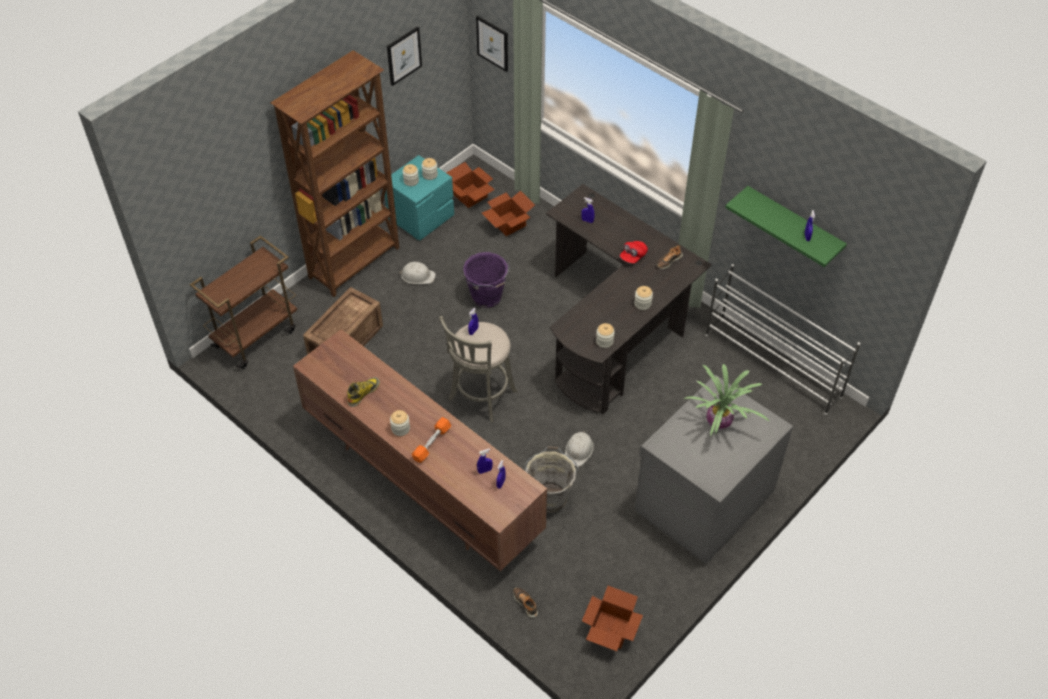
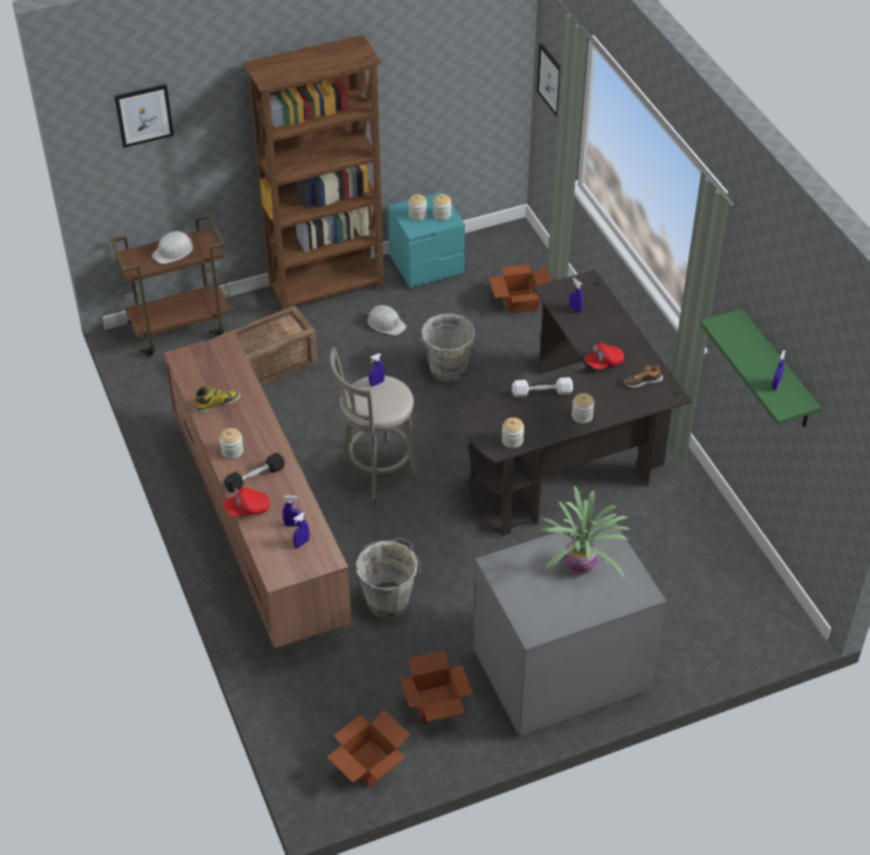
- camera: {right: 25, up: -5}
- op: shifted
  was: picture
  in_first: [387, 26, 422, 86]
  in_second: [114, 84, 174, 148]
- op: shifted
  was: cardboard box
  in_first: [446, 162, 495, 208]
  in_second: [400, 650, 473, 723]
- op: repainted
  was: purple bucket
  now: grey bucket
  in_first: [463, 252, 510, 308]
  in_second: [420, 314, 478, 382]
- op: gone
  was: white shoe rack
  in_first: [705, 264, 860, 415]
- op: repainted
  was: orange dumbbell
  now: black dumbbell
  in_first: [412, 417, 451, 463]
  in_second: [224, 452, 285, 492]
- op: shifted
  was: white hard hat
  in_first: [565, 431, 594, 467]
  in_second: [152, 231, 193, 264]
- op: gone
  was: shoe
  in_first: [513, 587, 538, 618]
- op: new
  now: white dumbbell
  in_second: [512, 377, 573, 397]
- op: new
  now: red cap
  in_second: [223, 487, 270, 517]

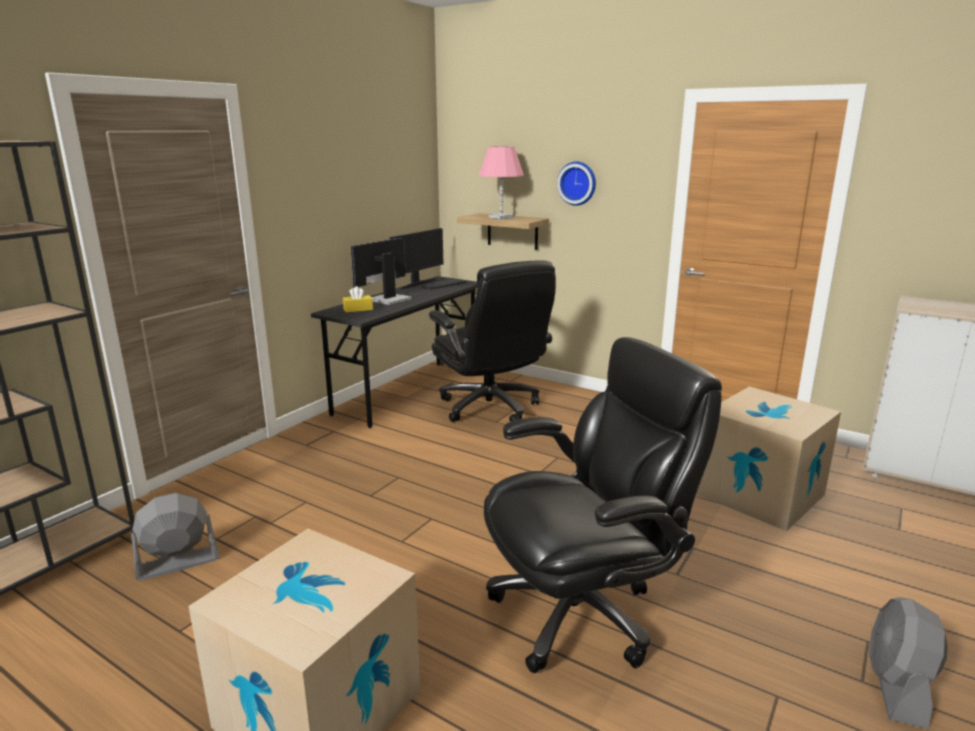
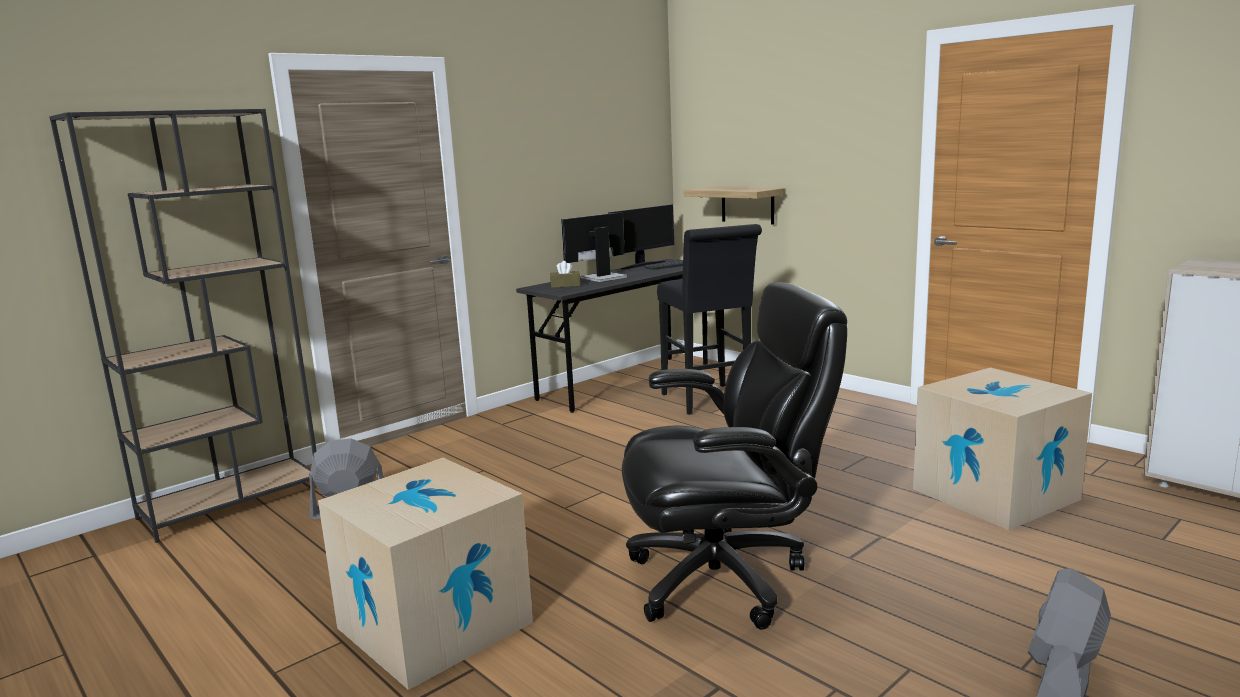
- camera: {right: 15, up: -5}
- op: gone
  was: pink table lamp
  in_first: [479, 146, 523, 219]
- op: gone
  was: wall clock
  in_first: [557, 162, 596, 206]
- op: swapped
  was: black office chair
  now: black stool
  in_first: [429, 261, 556, 422]
  in_second: [657, 224, 762, 415]
- op: repainted
  was: yellow tissue box
  now: brown tissue box
  in_first: [343, 286, 373, 312]
  in_second: [550, 261, 580, 288]

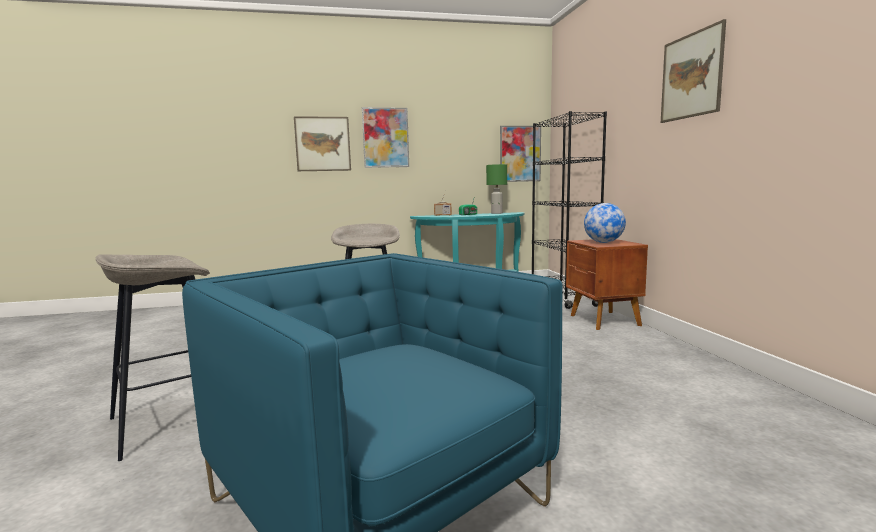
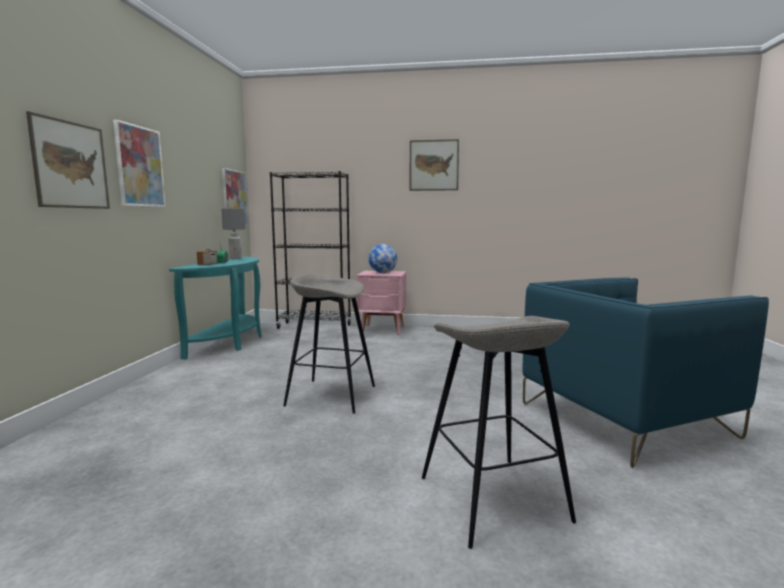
- camera: {right: -70, up: 0}
- op: repainted
  was: green table lamp
  now: grey table lamp
  in_first: [486, 164, 507, 214]
  in_second: [221, 209, 245, 259]
- op: repainted
  was: brown nightstand
  now: pink nightstand
  in_first: [566, 239, 648, 330]
  in_second: [356, 271, 406, 335]

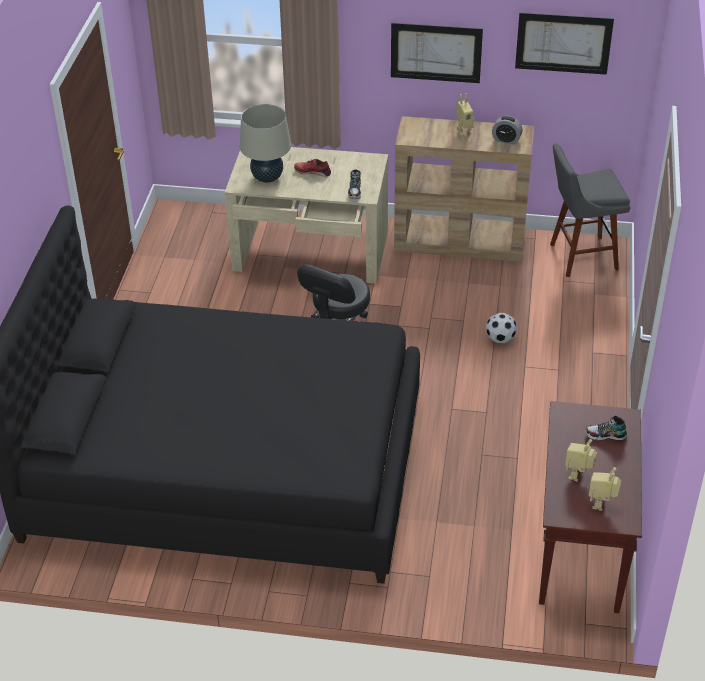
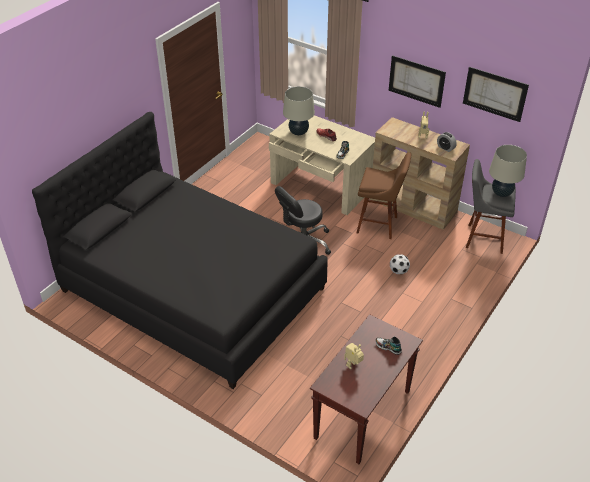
- camera: {right: 25, up: 0}
- op: gone
  was: toy robot
  in_first: [589, 467, 621, 511]
- op: new
  now: beige table lamp
  in_second: [489, 145, 527, 197]
- op: new
  now: brown stool
  in_second: [356, 152, 411, 239]

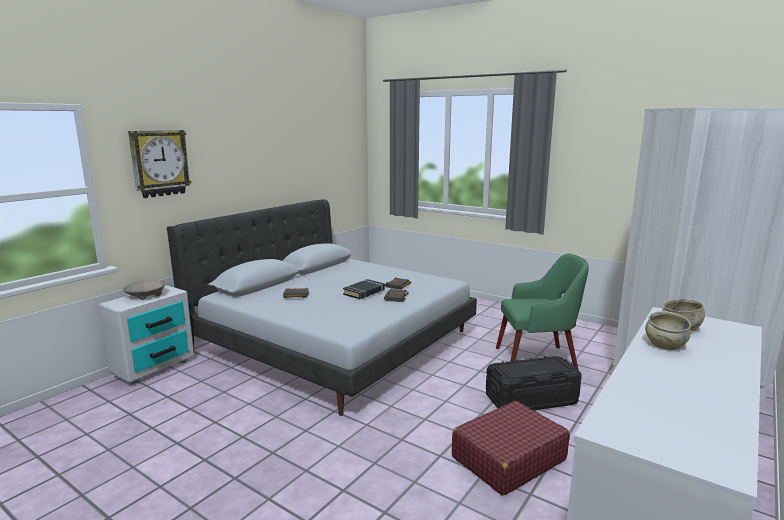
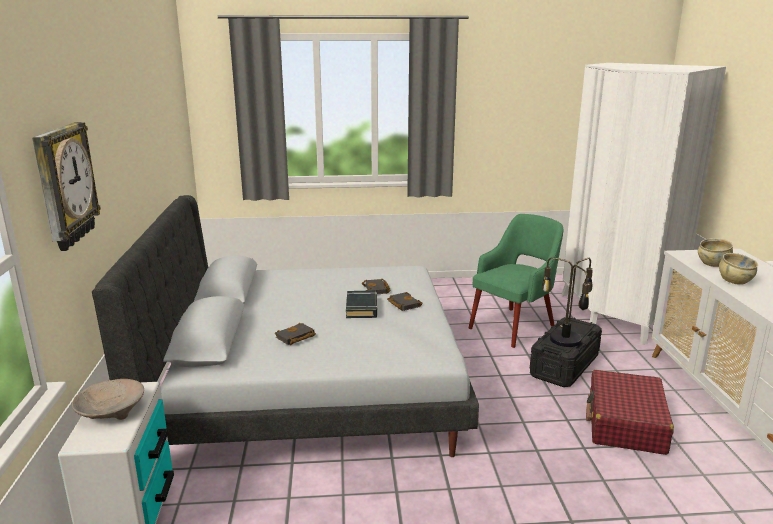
- camera: {right: -40, up: 5}
- op: new
  now: table lamp
  in_second: [542, 257, 593, 347]

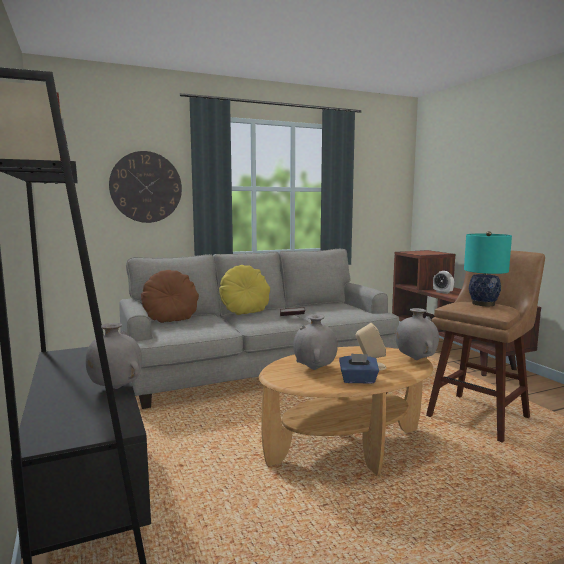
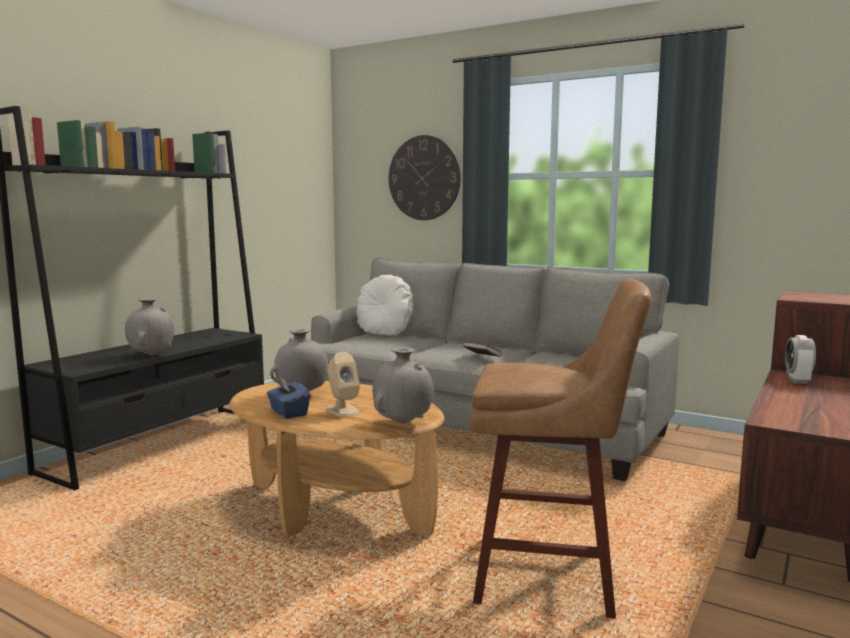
- camera: {right: 55, up: 0}
- op: gone
  was: turquoise table lamp
  in_first: [464, 231, 512, 306]
- op: gone
  was: yellow pillow
  in_first: [219, 265, 270, 315]
- op: repainted
  was: brown pillow
  now: white pillow
  in_first: [141, 270, 199, 323]
  in_second: [357, 275, 414, 336]

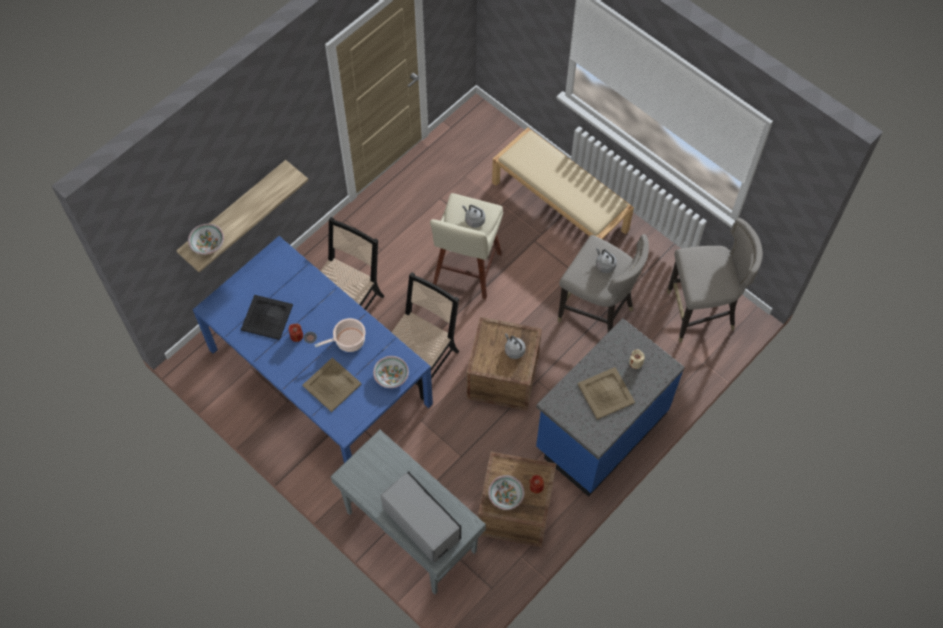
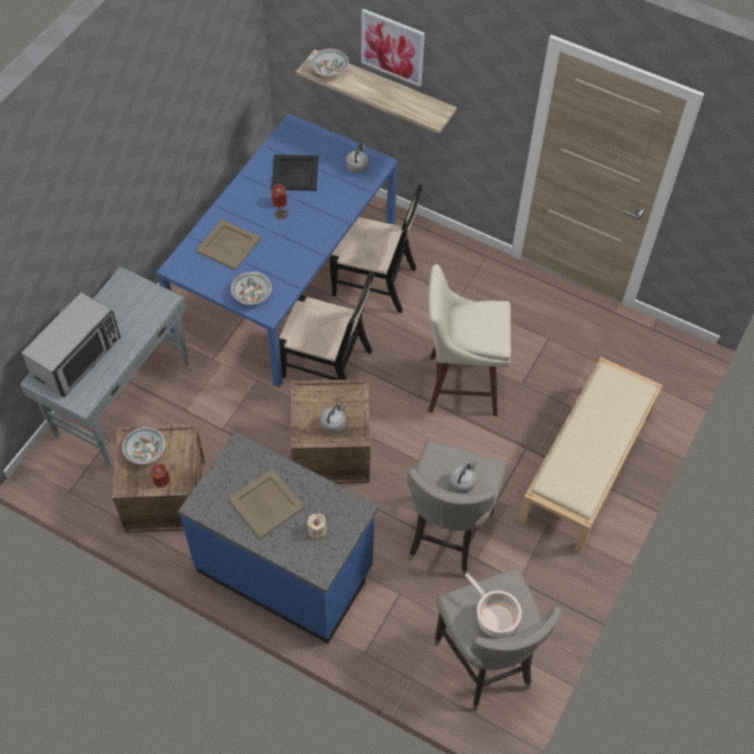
- camera: {right: 75, up: -5}
- op: shifted
  was: grey kettle
  in_first: [462, 205, 485, 228]
  in_second: [346, 144, 369, 173]
- op: shifted
  was: cooking pot
  in_first: [315, 318, 366, 352]
  in_second: [465, 573, 522, 638]
- op: new
  now: picture
  in_second: [361, 9, 425, 87]

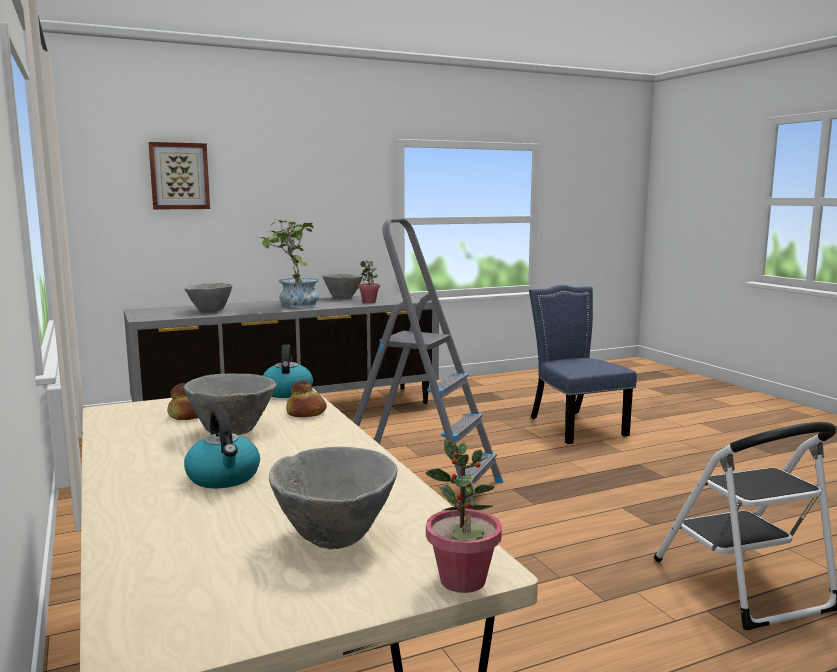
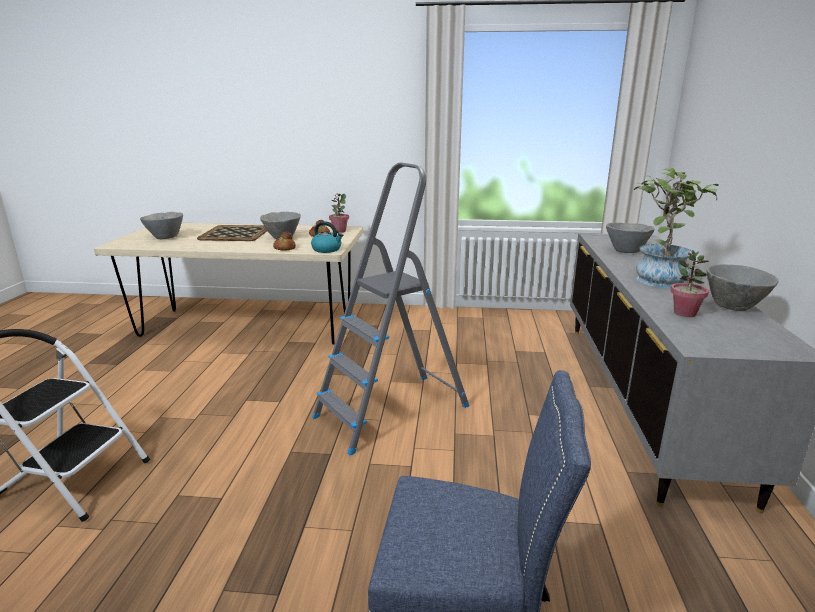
- camera: {right: 120, up: 10}
- op: gone
  was: picture
  in_first: [149, 142, 210, 209]
- op: swapped
  was: kettle
  now: tray
  in_first: [184, 409, 260, 489]
  in_second: [197, 225, 267, 241]
- op: shifted
  was: potted plant
  in_first: [425, 440, 502, 593]
  in_second: [329, 193, 349, 233]

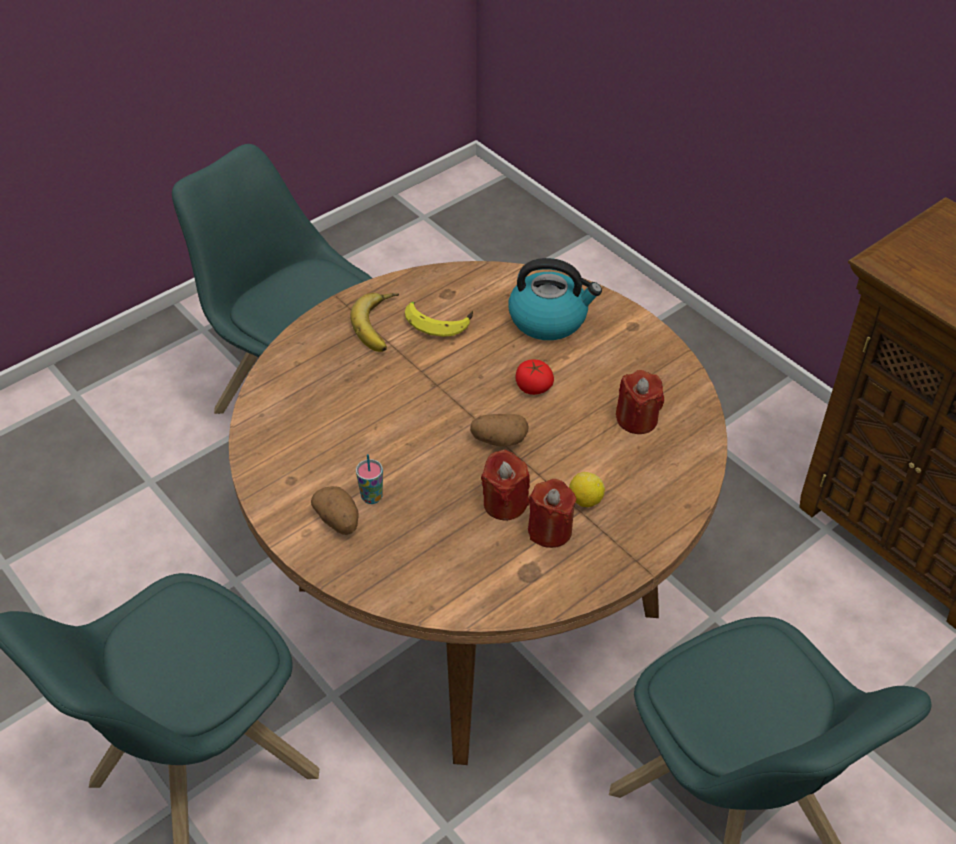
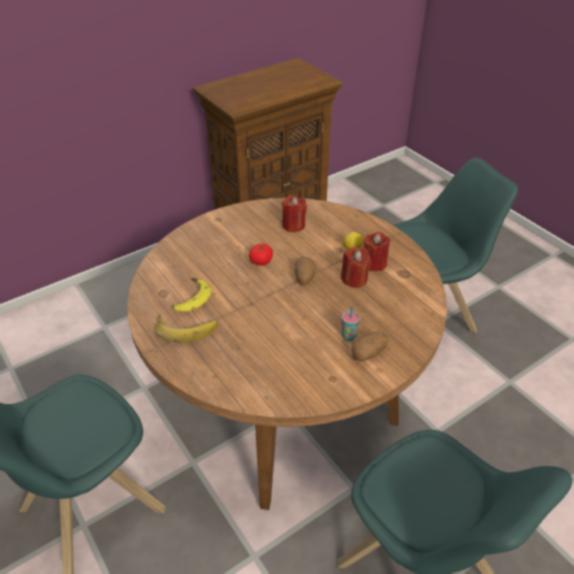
- camera: {right: -85, up: -5}
- op: gone
  was: kettle
  in_first: [509, 258, 602, 340]

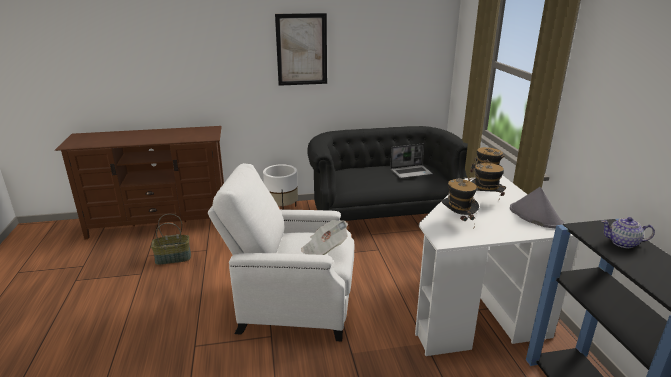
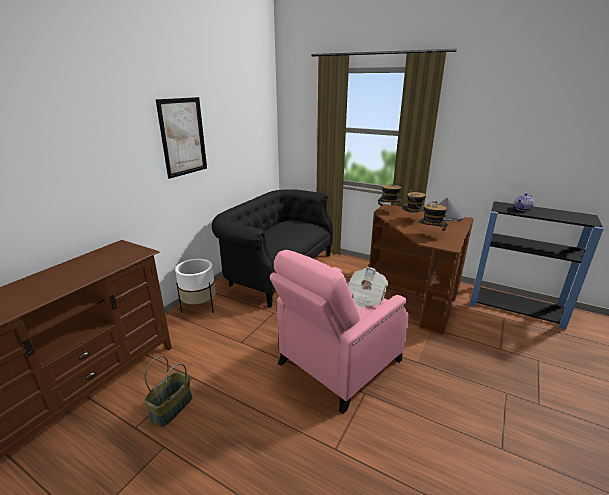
- camera: {right: -50, up: 0}
- op: gone
  was: laptop
  in_first: [390, 144, 433, 178]
- op: repainted
  was: white armchair
  now: pink armchair
  in_first: [208, 163, 354, 342]
  in_second: [270, 250, 409, 414]
- op: repainted
  was: white desk
  now: brown desk
  in_first: [415, 175, 579, 356]
  in_second: [369, 204, 474, 334]

